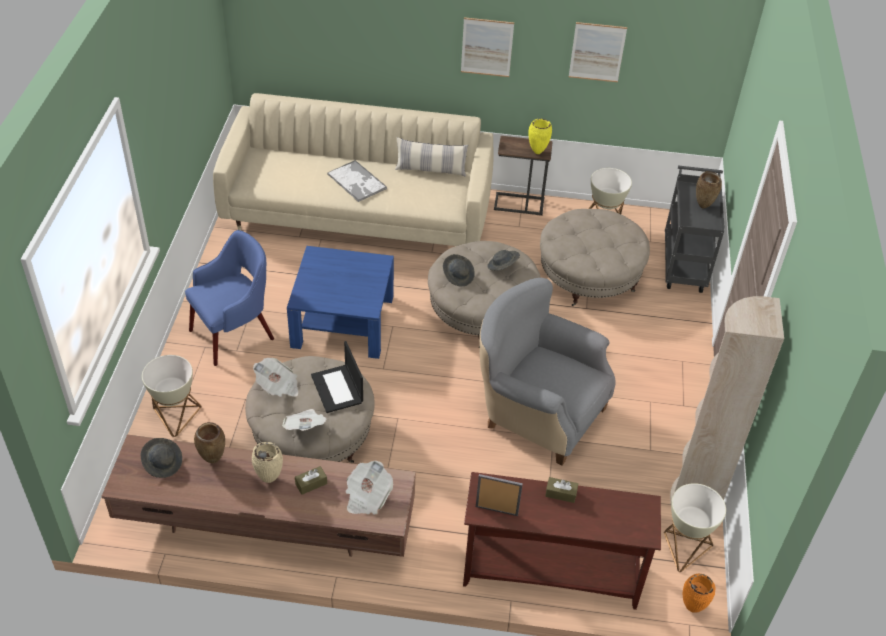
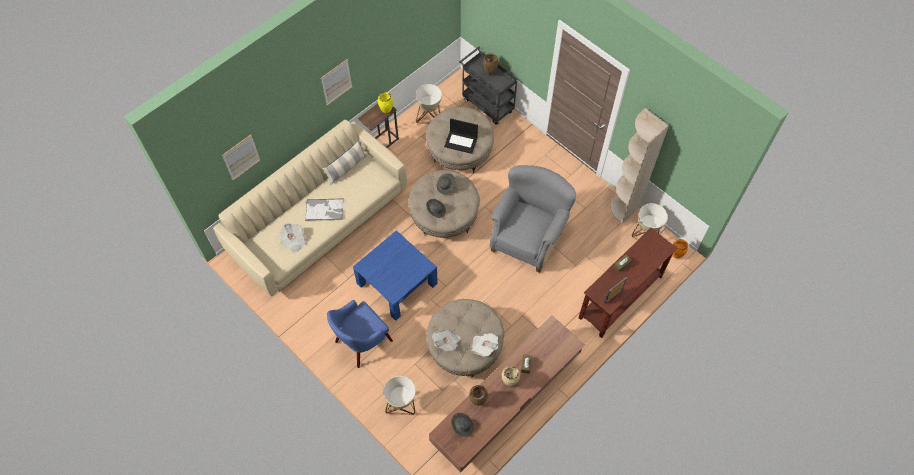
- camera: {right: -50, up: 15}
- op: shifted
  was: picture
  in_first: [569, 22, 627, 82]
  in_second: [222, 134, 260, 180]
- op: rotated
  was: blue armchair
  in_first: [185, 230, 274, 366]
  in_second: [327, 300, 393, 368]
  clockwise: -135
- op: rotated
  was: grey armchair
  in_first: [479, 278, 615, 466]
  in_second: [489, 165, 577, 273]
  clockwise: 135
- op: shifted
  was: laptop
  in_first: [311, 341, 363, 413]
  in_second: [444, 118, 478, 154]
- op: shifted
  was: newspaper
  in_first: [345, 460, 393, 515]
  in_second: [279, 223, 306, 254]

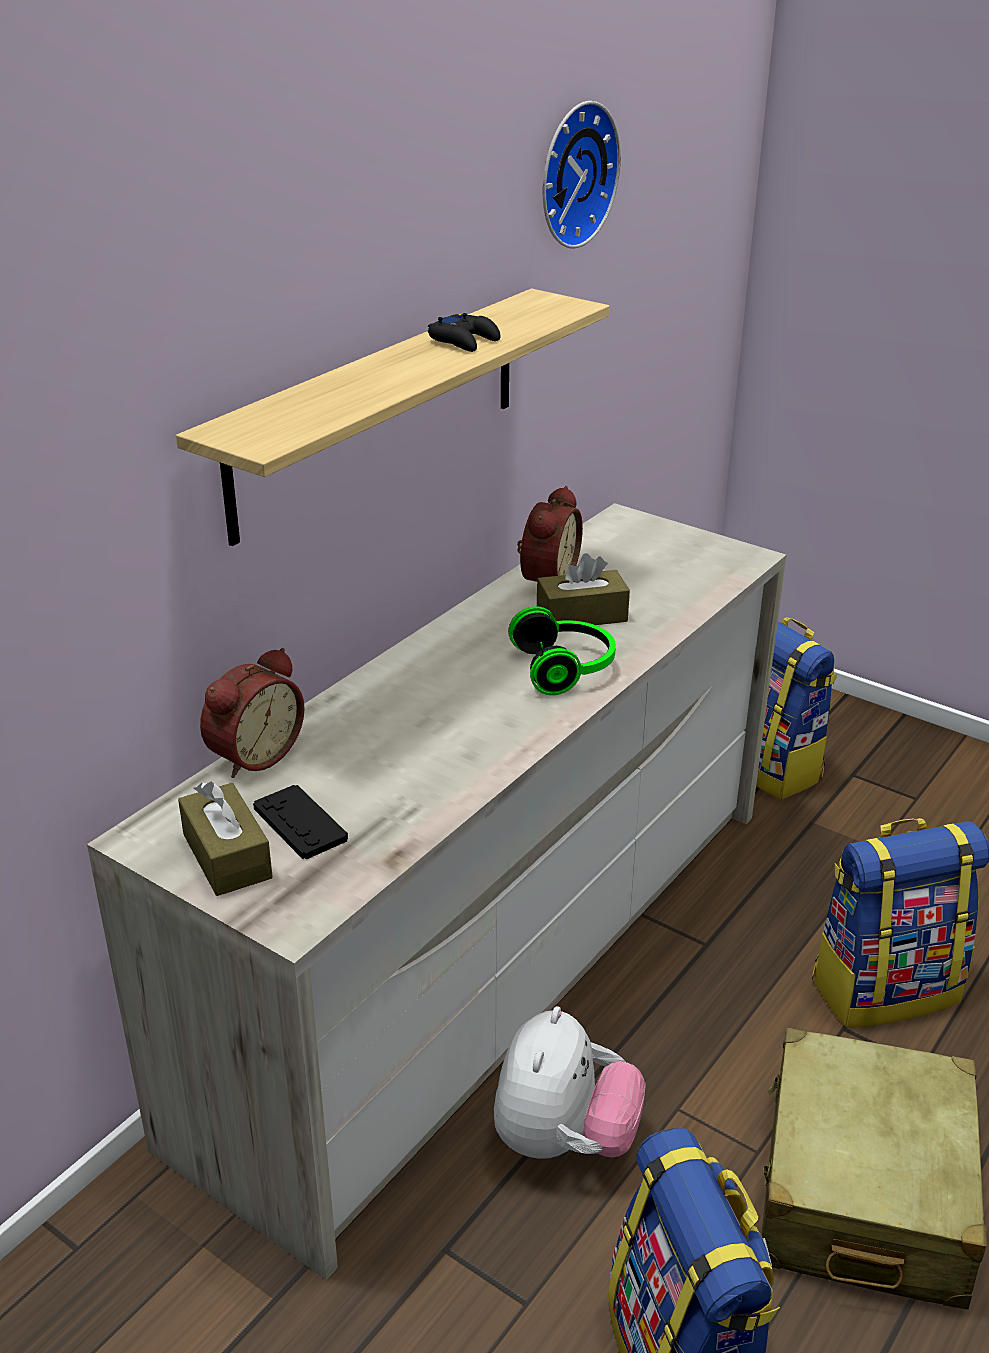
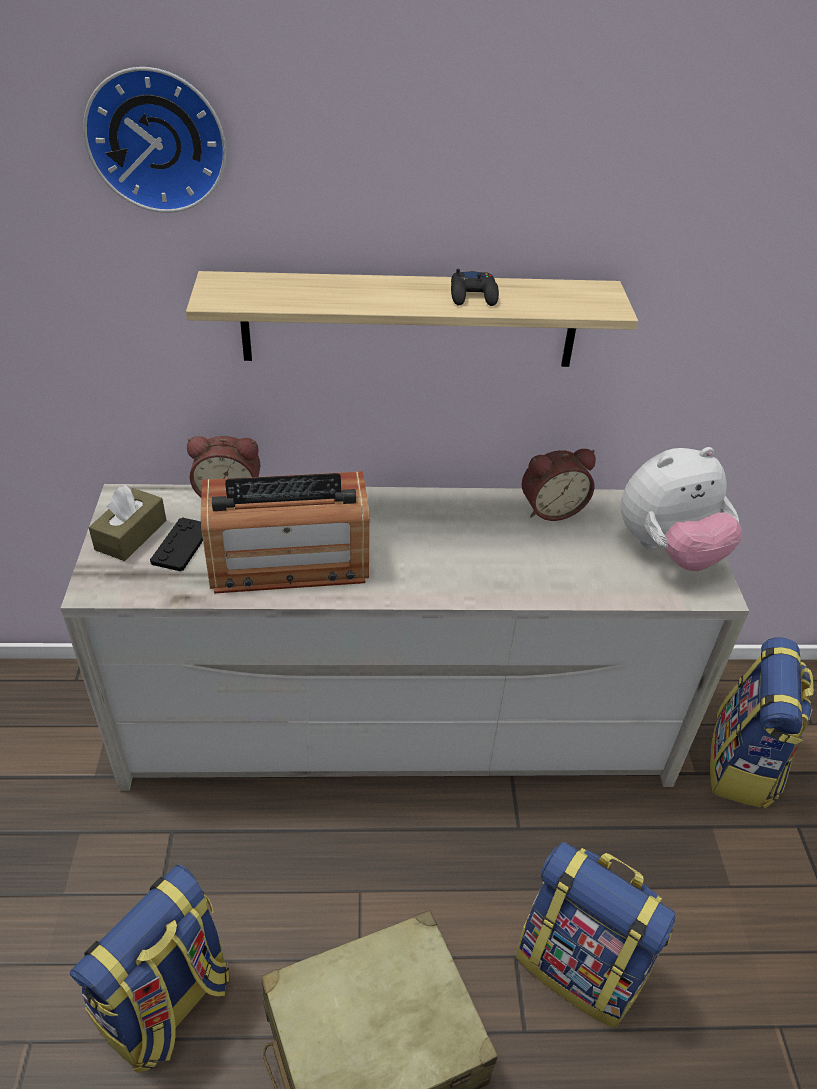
- camera: {right: 50, up: 10}
- op: shifted
  was: wall clock
  in_first: [542, 101, 621, 249]
  in_second: [83, 67, 226, 213]
- op: gone
  was: brown tissue box
  in_first: [537, 553, 630, 625]
- op: gone
  was: headphones
  in_first: [508, 606, 616, 695]
- op: shifted
  was: plush toy
  in_first: [494, 1006, 646, 1159]
  in_second: [621, 447, 742, 571]
- op: new
  now: radio
  in_second: [201, 471, 369, 594]

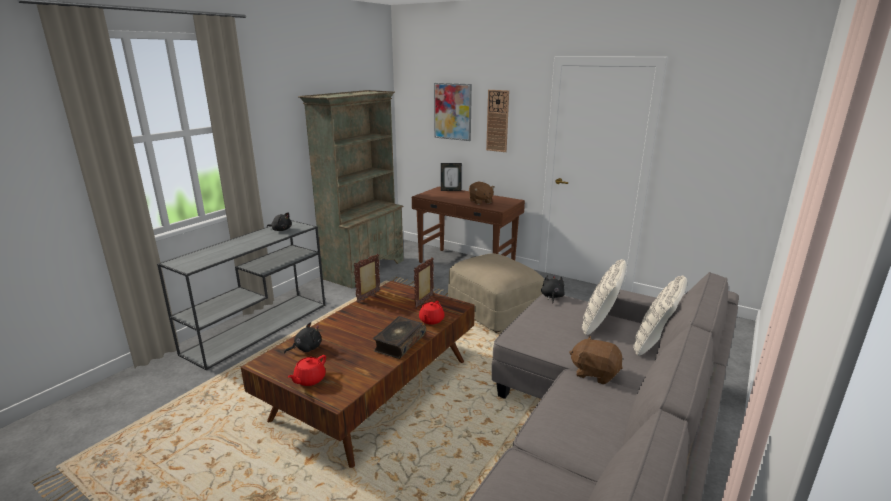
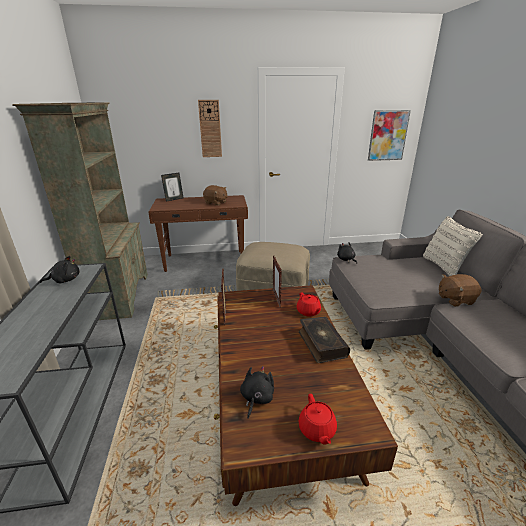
- camera: {right: -40, up: 5}
- op: shifted
  was: picture
  in_first: [434, 83, 472, 141]
  in_second: [368, 110, 411, 161]
- op: gone
  was: beige pillow
  in_first: [581, 259, 626, 335]

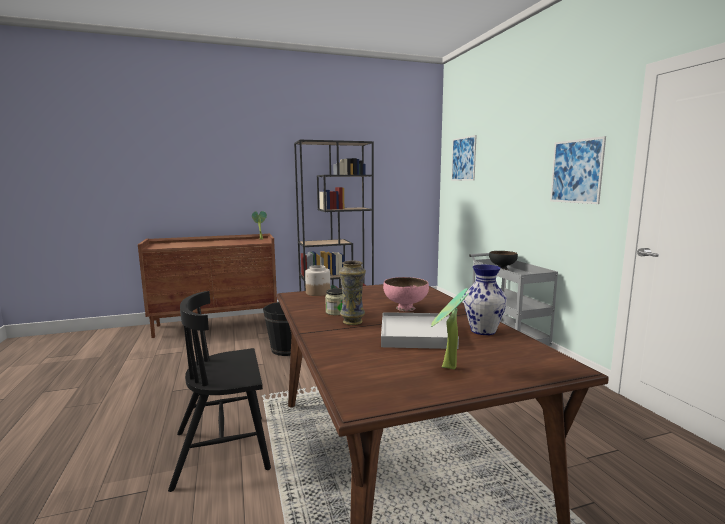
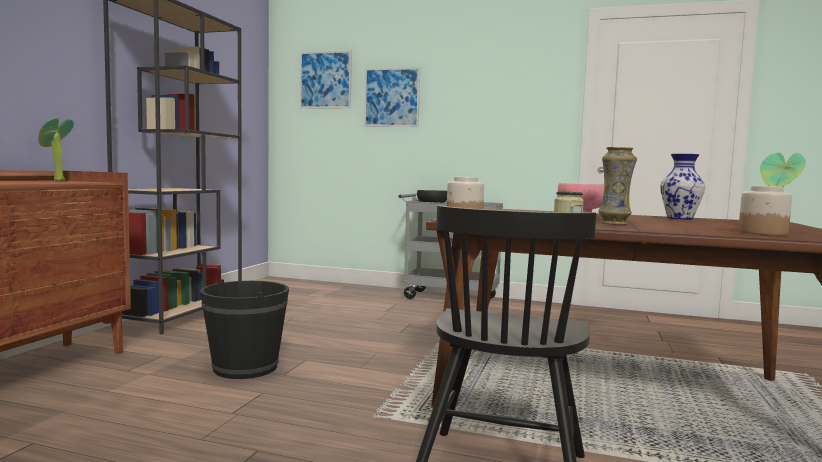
- camera: {right: -55, up: -5}
- op: shifted
  was: picture
  in_first: [550, 136, 606, 204]
  in_second: [364, 67, 420, 127]
- op: gone
  was: white tray
  in_first: [381, 312, 459, 349]
- op: new
  now: jar
  in_second: [738, 186, 792, 235]

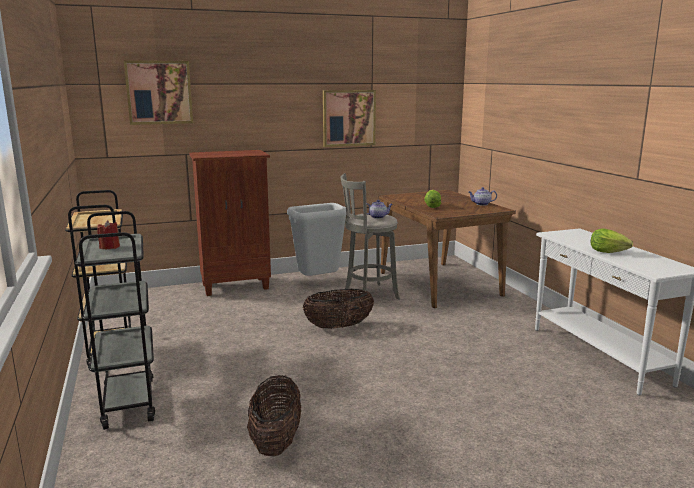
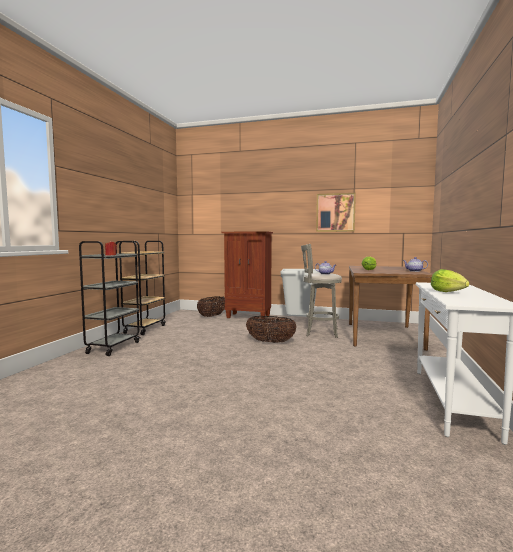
- camera: {right: 35, up: -10}
- op: gone
  was: picture
  in_first: [124, 60, 193, 125]
- op: shifted
  was: basket
  in_first: [247, 375, 301, 456]
  in_second: [197, 296, 225, 317]

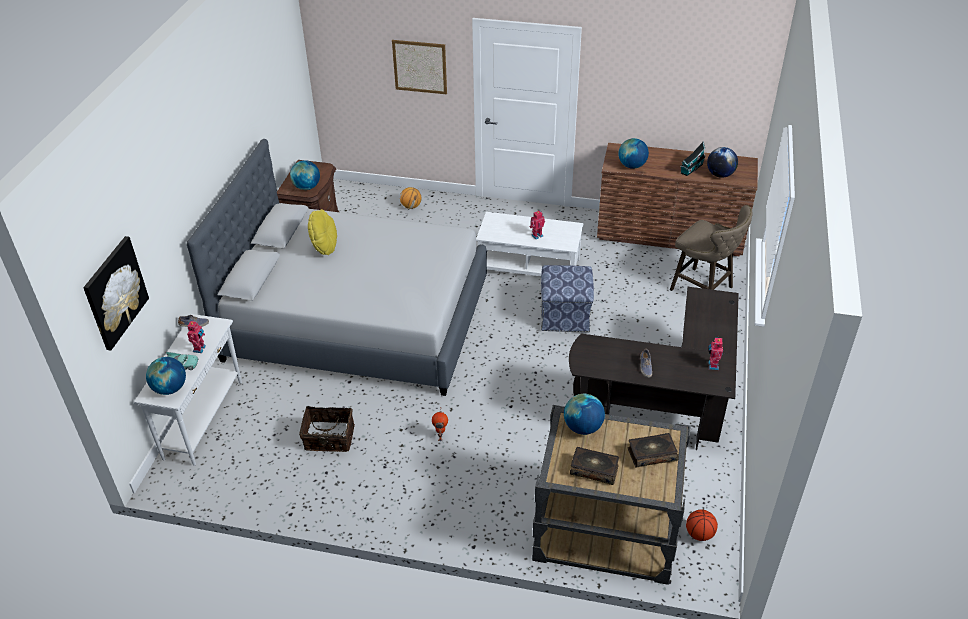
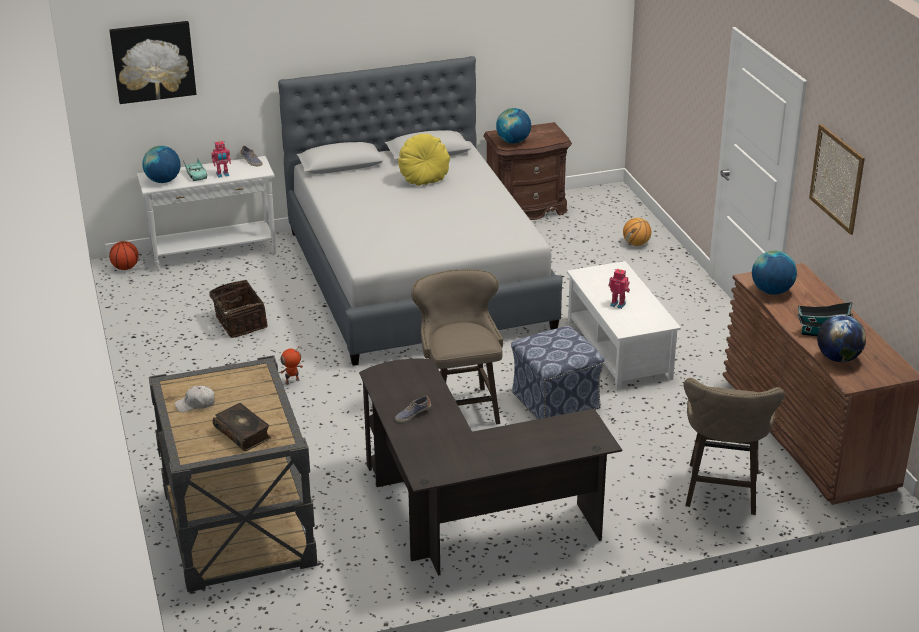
- camera: {right: 60, up: -10}
- op: shifted
  was: picture
  in_first: [392, 40, 447, 95]
  in_second: [809, 124, 865, 235]
- op: gone
  was: toy robot
  in_first: [708, 336, 723, 370]
- op: gone
  was: globe
  in_first: [564, 394, 605, 435]
- op: swapped
  was: book
  now: white cap
  in_first: [570, 447, 619, 485]
  in_second: [175, 386, 215, 412]
- op: shifted
  was: basketball
  in_first: [686, 509, 718, 541]
  in_second: [109, 241, 139, 270]
- op: new
  now: beige stool
  in_second: [411, 269, 503, 424]

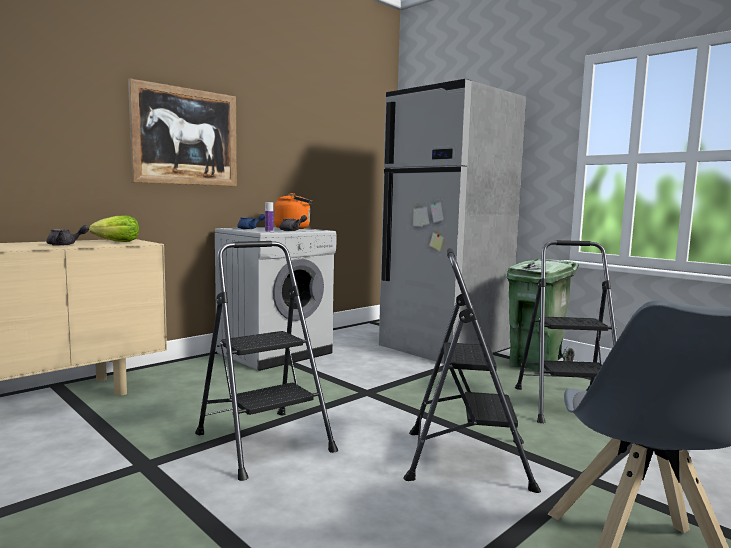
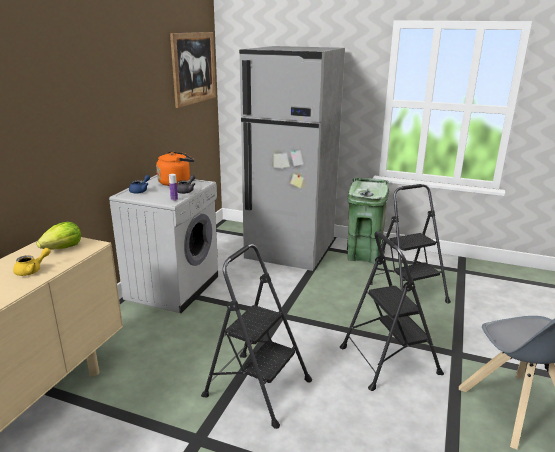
- camera: {right: -25, up: 15}
- op: shifted
  was: picture
  in_first: [128, 78, 237, 186]
  in_second: [170, 32, 216, 108]
- op: repainted
  was: grey teapot
  now: yellow teapot
  in_first: [46, 225, 89, 246]
  in_second: [13, 248, 51, 276]

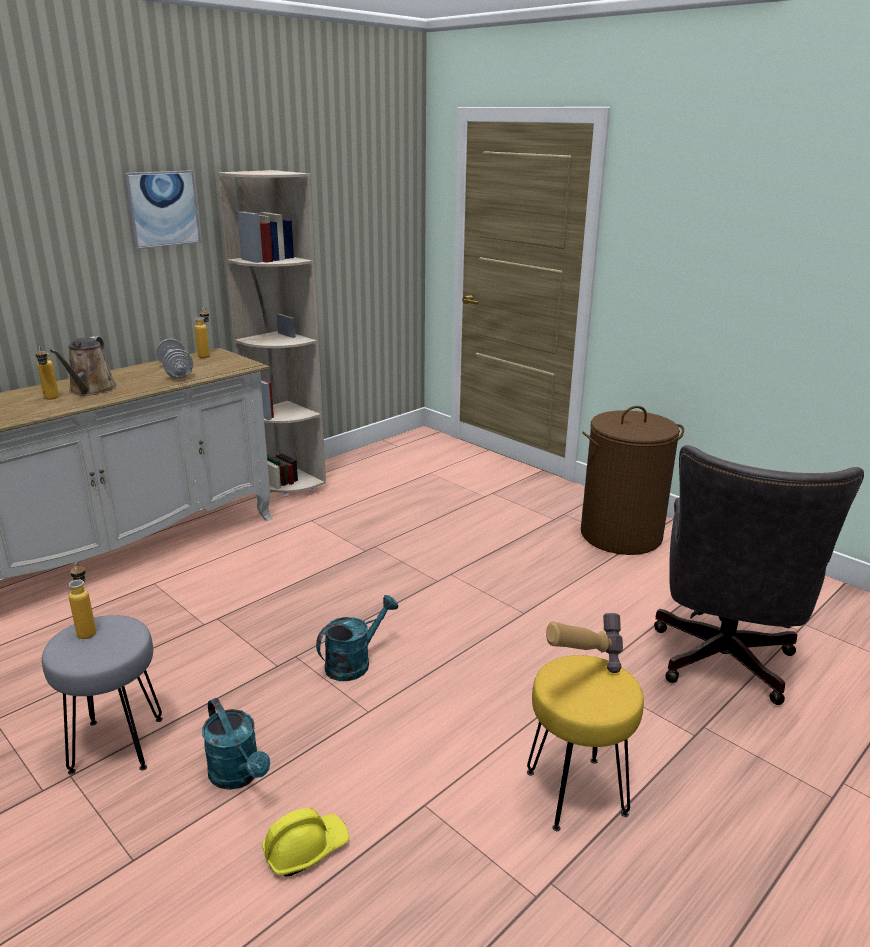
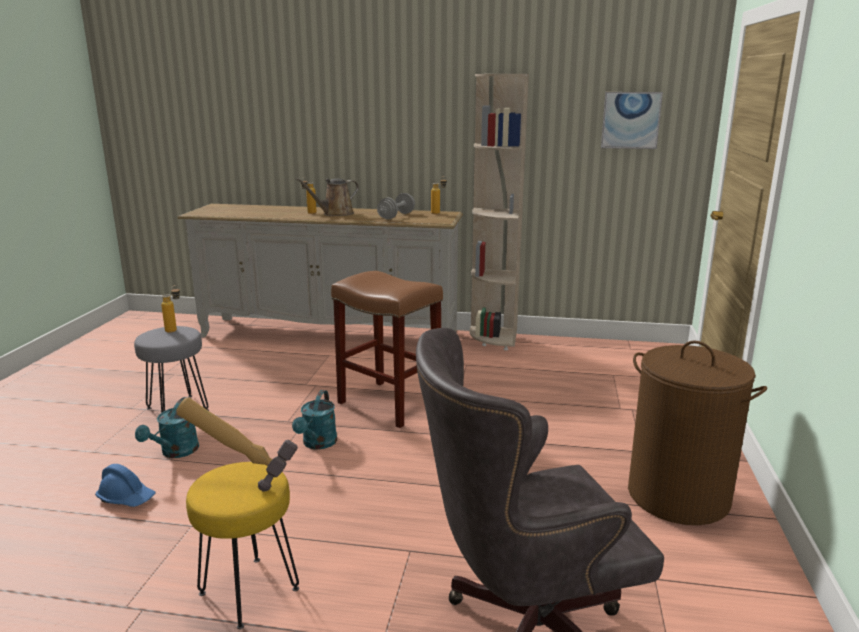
- camera: {right: 55, up: -5}
- op: shifted
  was: picture
  in_first: [124, 170, 201, 249]
  in_second: [601, 92, 663, 149]
- op: rotated
  was: turquoise watering can
  in_first: [316, 595, 398, 681]
  in_second: [292, 390, 337, 449]
  clockwise: 90
- op: repainted
  was: yellow hard hat
  now: blue hard hat
  in_first: [262, 808, 349, 877]
  in_second: [95, 464, 156, 507]
- op: new
  now: brown stool
  in_second: [331, 271, 443, 428]

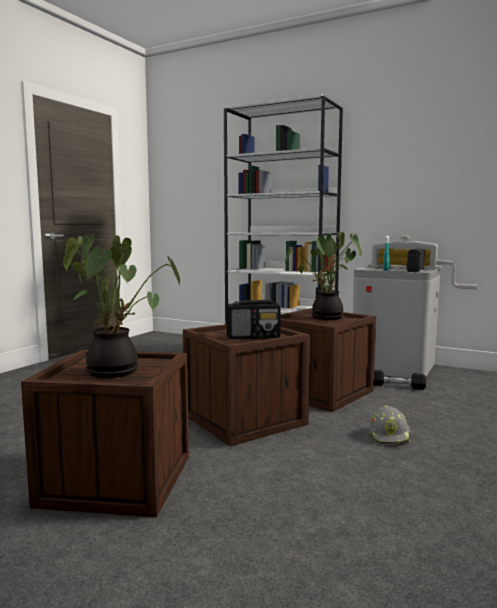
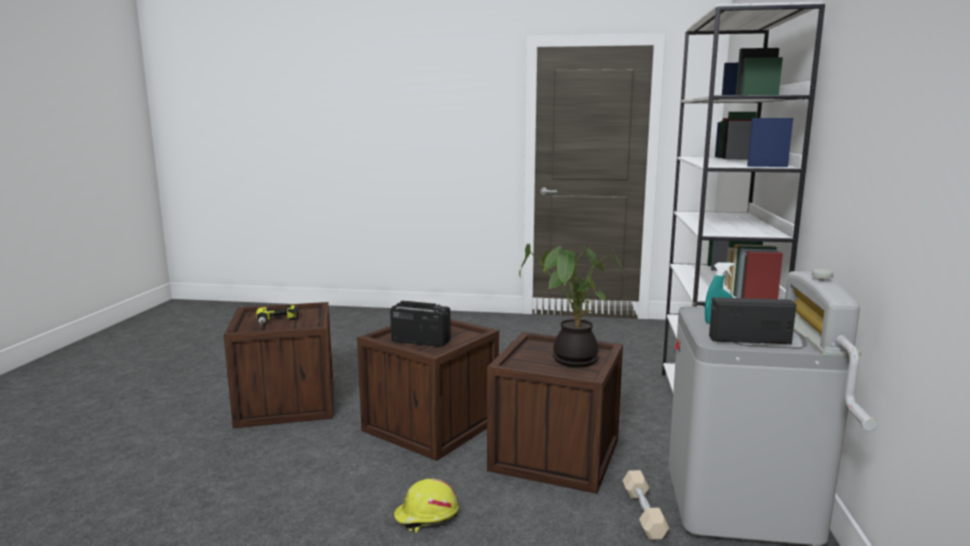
- camera: {right: 70, up: 5}
- op: swapped
  was: potted plant
  now: power drill
  in_first: [63, 234, 180, 378]
  in_second: [256, 305, 298, 327]
- op: rotated
  was: radio
  in_first: [227, 300, 281, 339]
  in_second: [390, 301, 451, 347]
  clockwise: 135
- op: repainted
  was: black dumbbell
  now: beige dumbbell
  in_first: [374, 370, 426, 390]
  in_second: [622, 470, 669, 540]
- op: repainted
  was: grey hard hat
  now: yellow hard hat
  in_first: [369, 405, 411, 445]
  in_second: [393, 479, 459, 533]

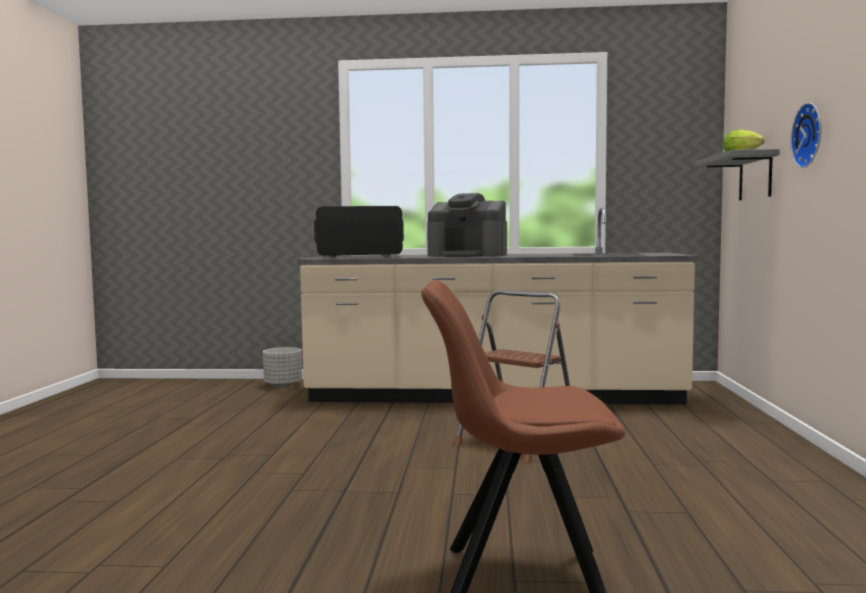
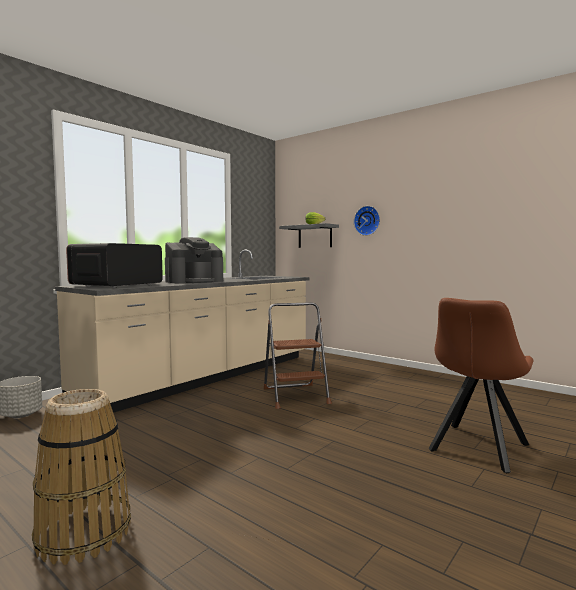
- camera: {right: -55, up: 0}
- op: new
  now: basket
  in_second: [32, 389, 131, 565]

